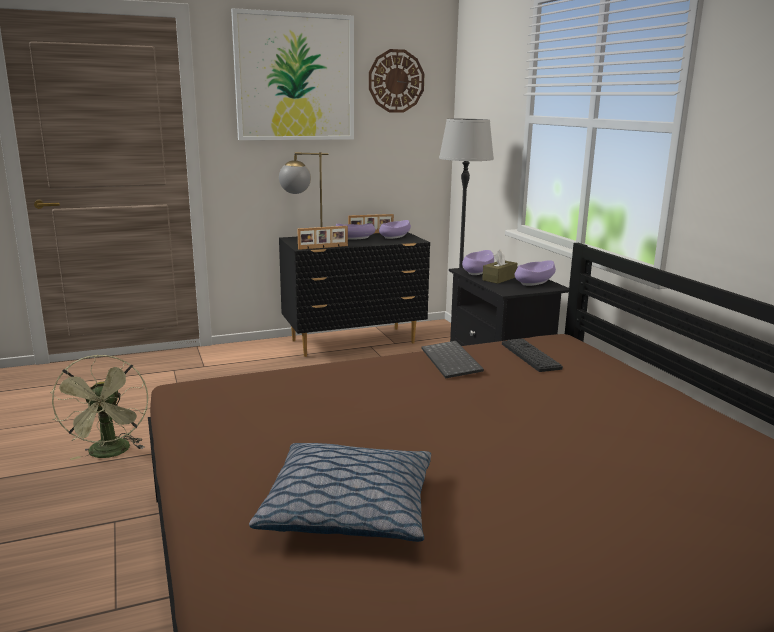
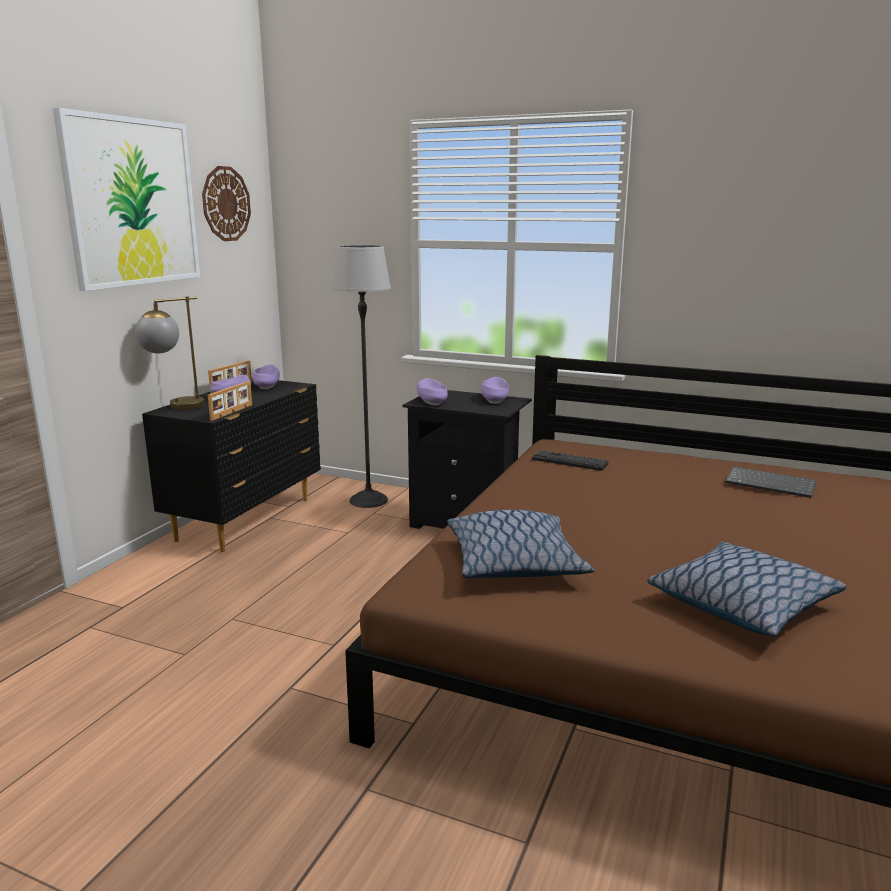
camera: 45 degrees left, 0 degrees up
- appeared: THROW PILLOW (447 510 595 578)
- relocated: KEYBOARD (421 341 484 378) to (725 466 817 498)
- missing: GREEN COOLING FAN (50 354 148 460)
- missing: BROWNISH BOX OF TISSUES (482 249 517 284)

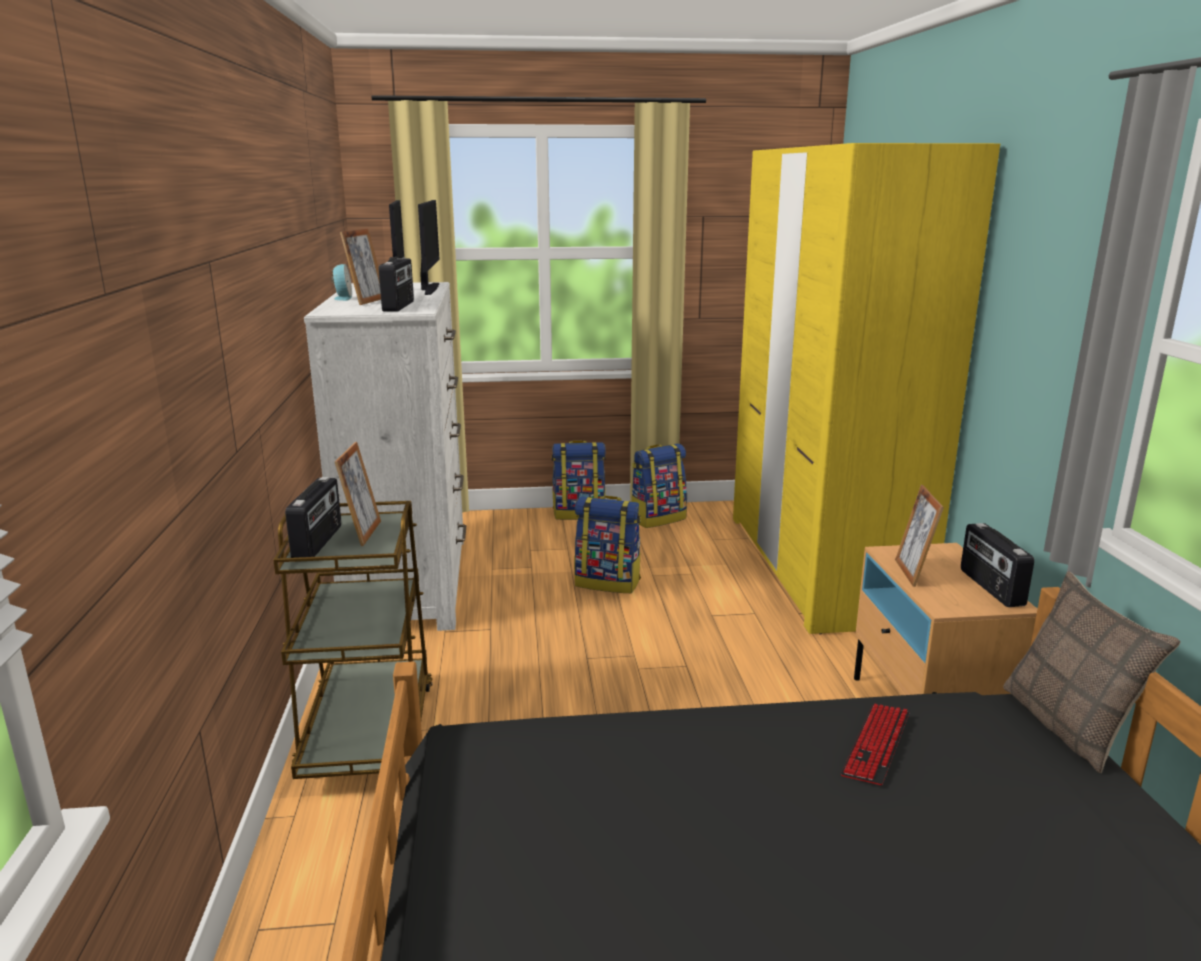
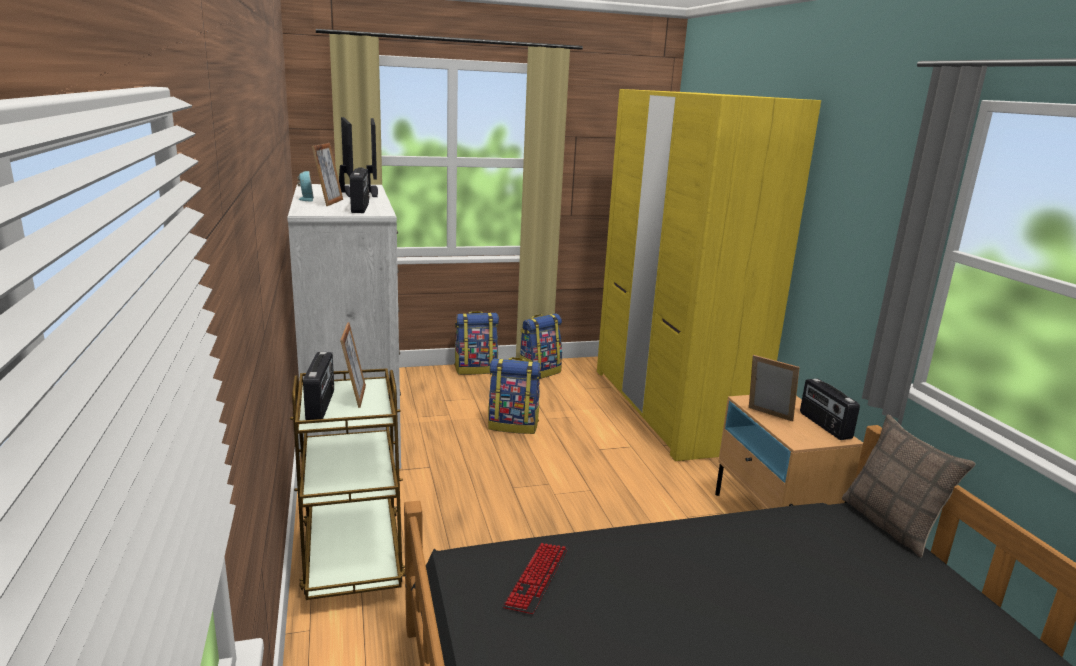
camera: 10 degrees left, 0 degrees up
- relocated: KEYBOARD (841 704 909 785) to (503 543 567 614)
- spun: PICTURE FRAME (895 485 944 587) = (749 355 800 421) 135 degrees clockwise

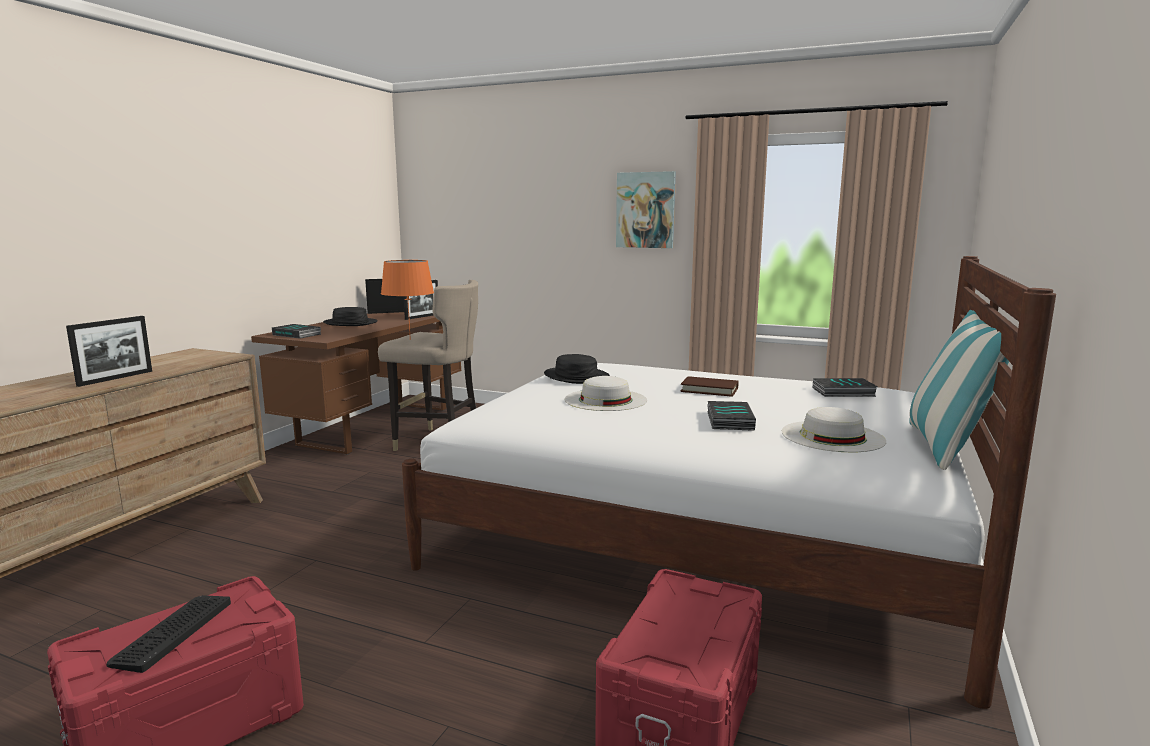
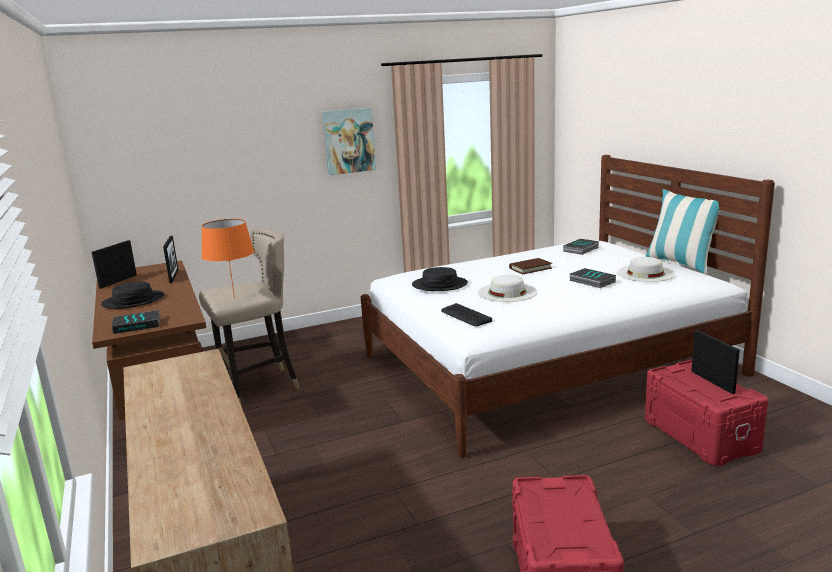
camera: 45 degrees left, 5 degrees up
- relocated: KEYBOARD (107 595 231 673) to (441 303 492 326)
- relocated: PICTURE FRAME (66 316 152 387) to (691 330 740 394)

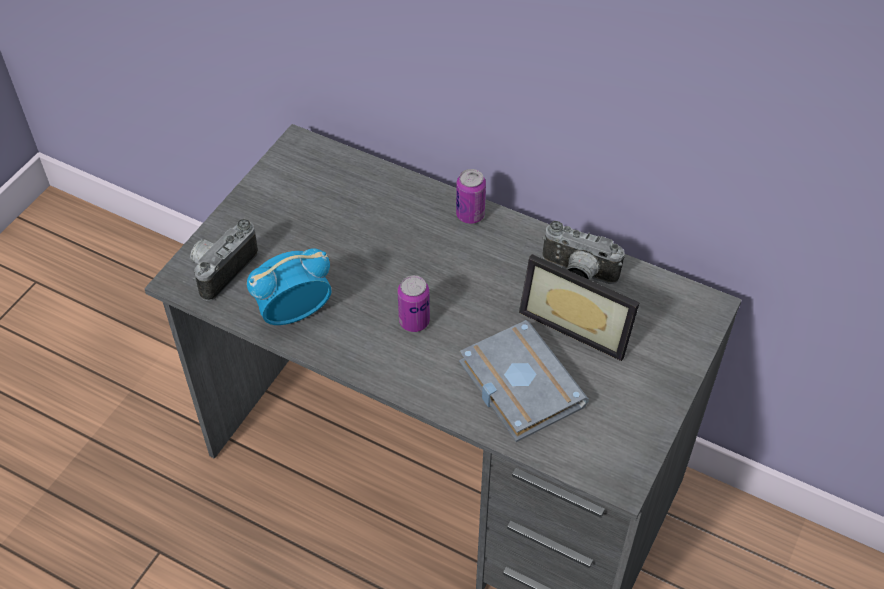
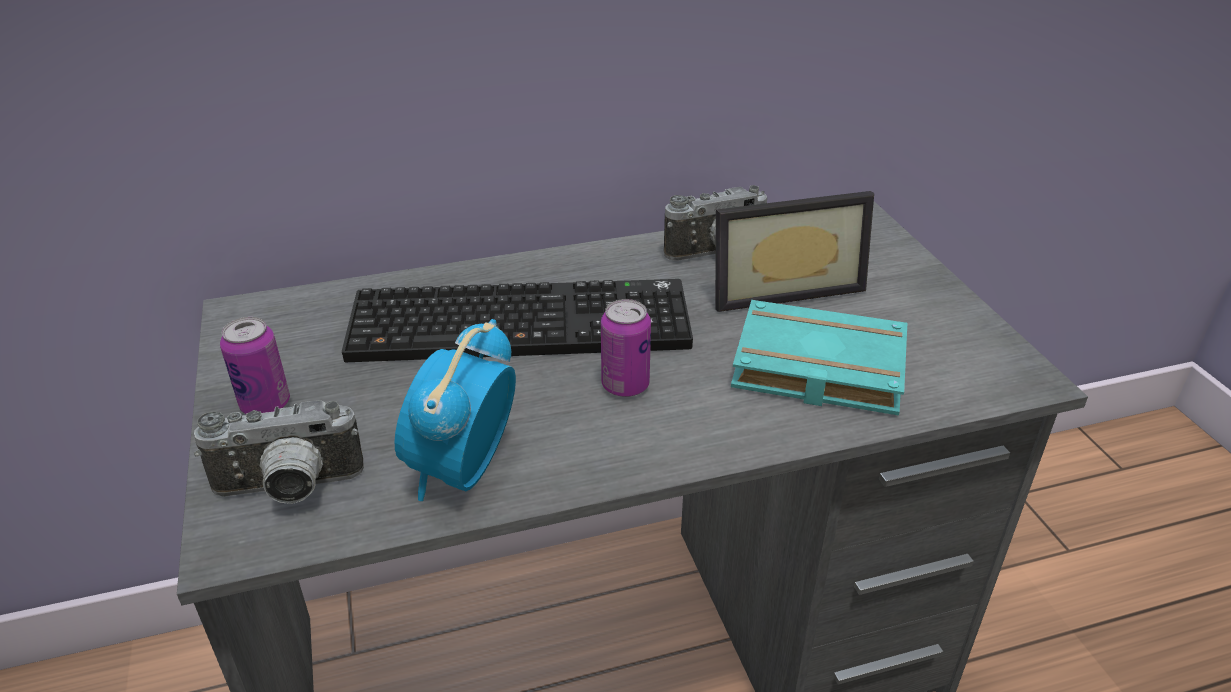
camera: 45 degrees left, 15 degrees down
- spun: STILL CAMERA (190 219 258 301) = (194 400 364 504) 90 degrees counterclockwise
- relocated: CAN (456 169 486 224) to (220 317 290 414)
- appeared: KEYBOARD (342 279 693 362)
- colour: GRAY BOUND BOOK (459 320 589 442) to TURQUOISE-COLOURED BOUND BOOK (731 300 907 416)

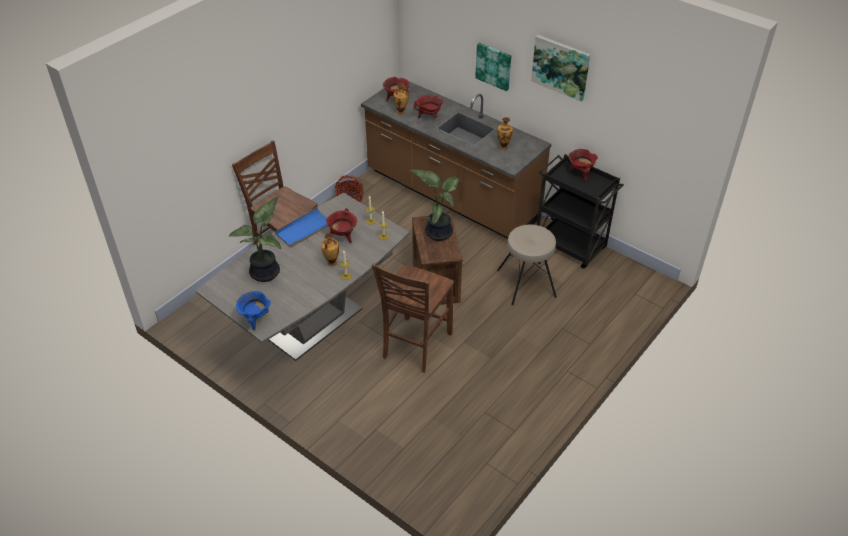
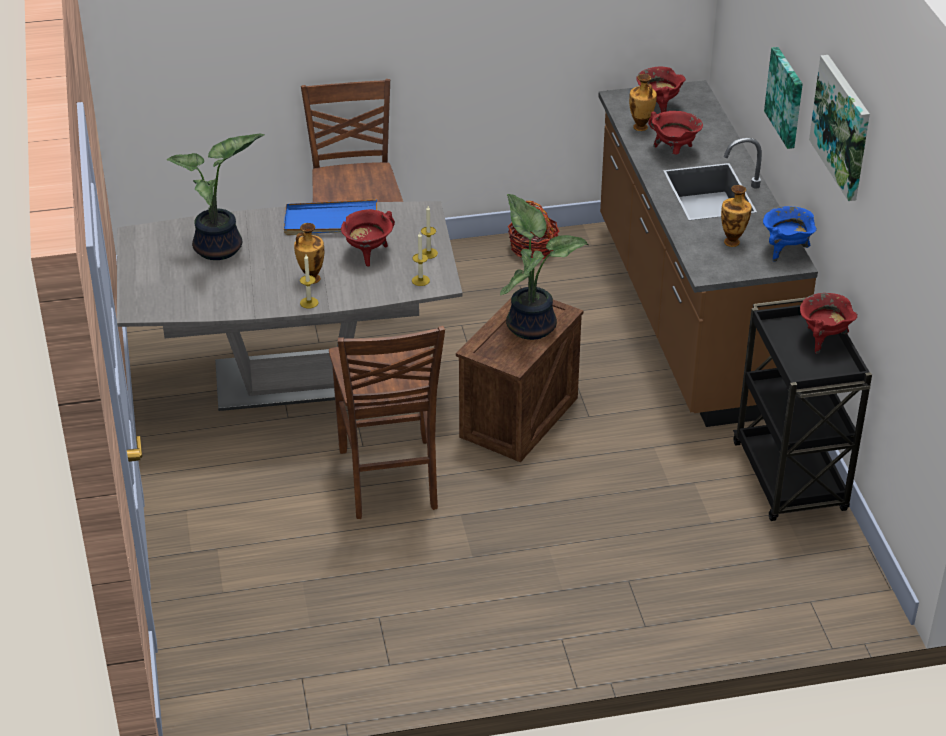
camera: 40 degrees right, 5 degrees down
- spun: BROWNISH PLAIN CHAIR (372 263 454 373) = (329 326 445 519) 75 degrees counterclockwise
- relocated: BLUE STOCKPOT (236 291 271 330) to (763 206 817 262)
- missing: SAND-COLOURED SITTING STOOL (497 225 557 305)

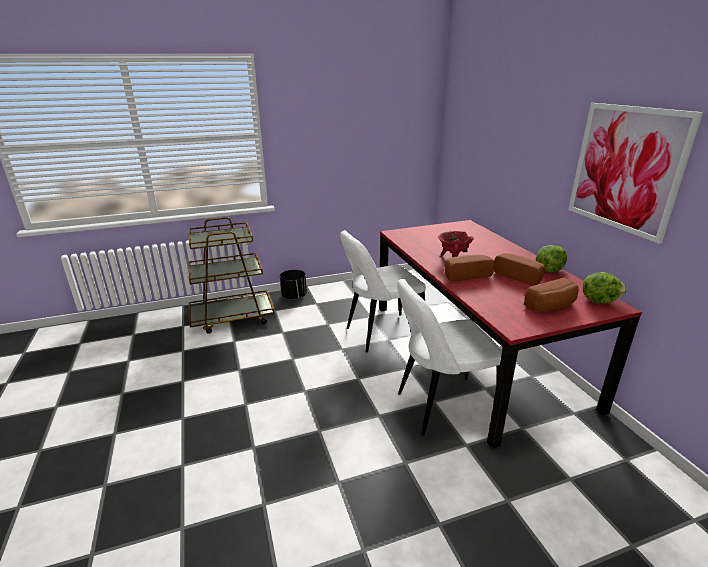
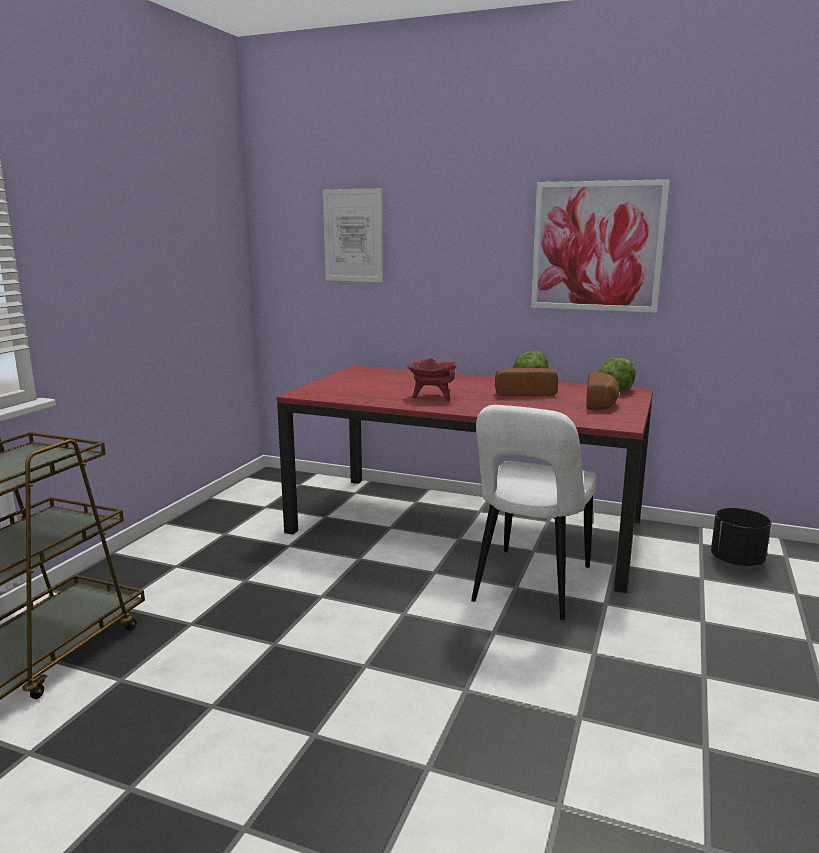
camera: 50 degrees left, 10 degrees down
- appeared: WALL ART (323 188 383 282)
- relocated: BLACK PLANTER (280 270 307 299) to (711 508 771 567)
- missing: WHITE-COLOURED PLAIN CHAIR (340 230 426 353)
- missing: BAKERY BREAD (445 255 494 281)

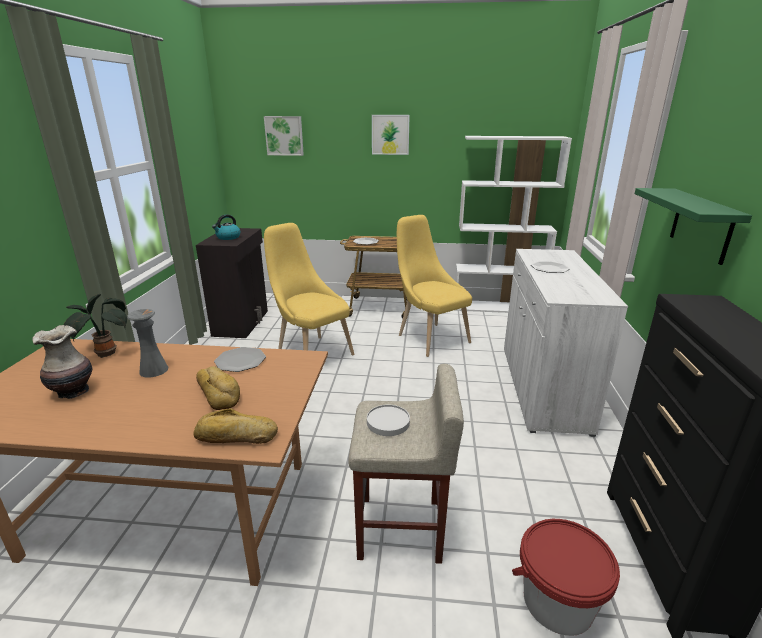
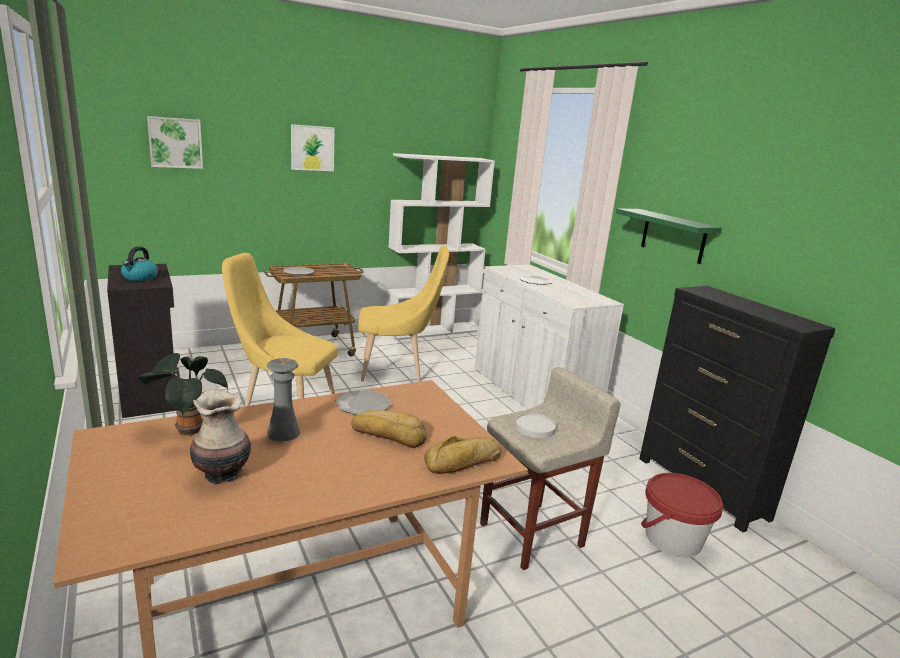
camera: 35 degrees left, 5 degrees down
- spun: YELLOW PLAIN CHAIR (397 215 472 357) = (358 245 449 382) 150 degrees clockwise

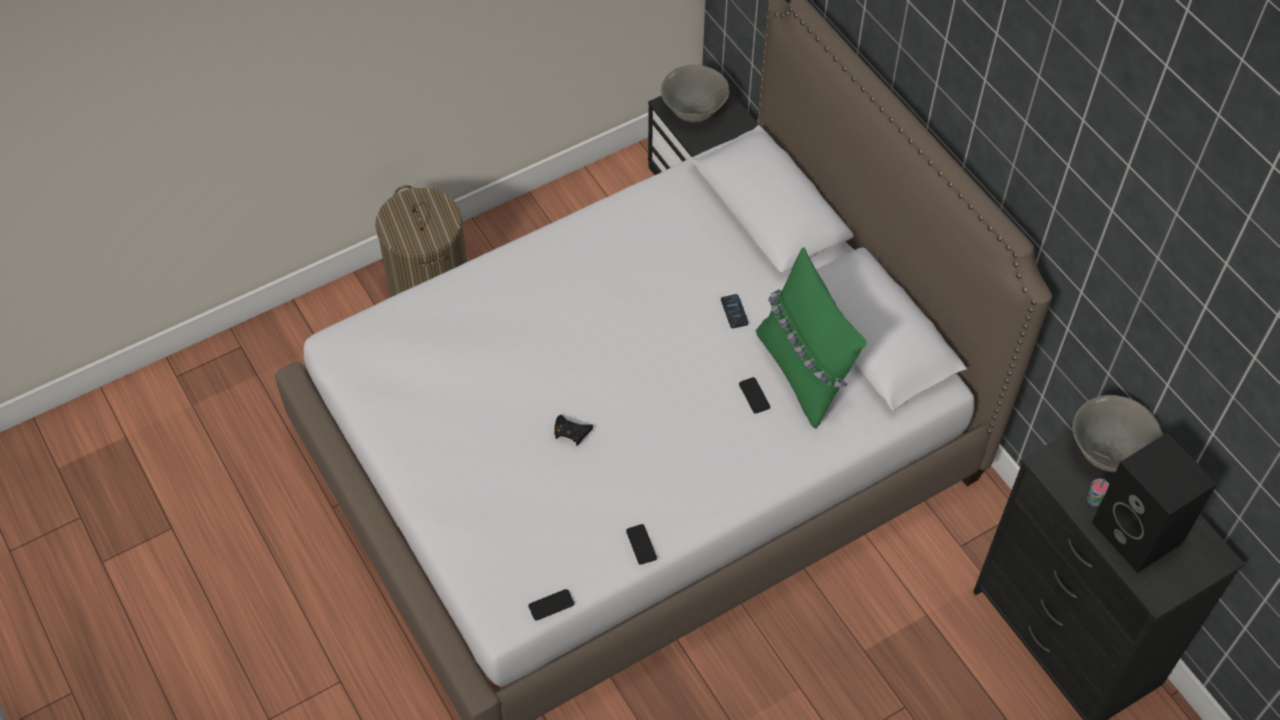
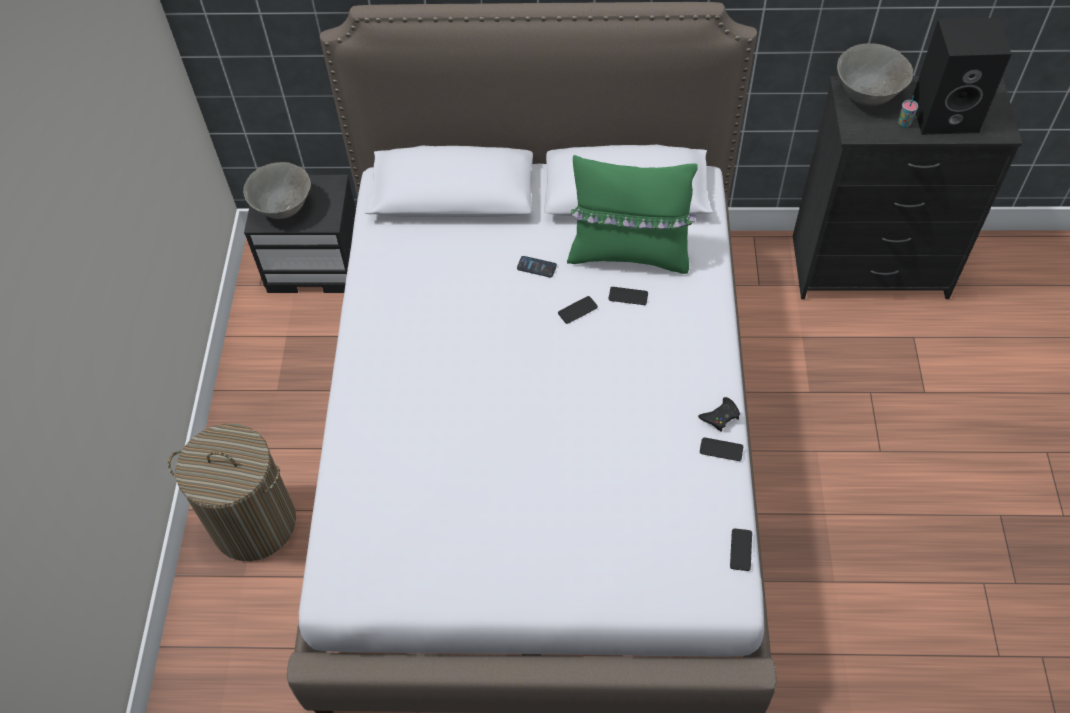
camera: 55 degrees left, 0 degrees up
- appeared: PHONE (558 296 598 324)
- relocated: BLACK JOYPAD (554 415 593 446) to (698 397 740 432)

